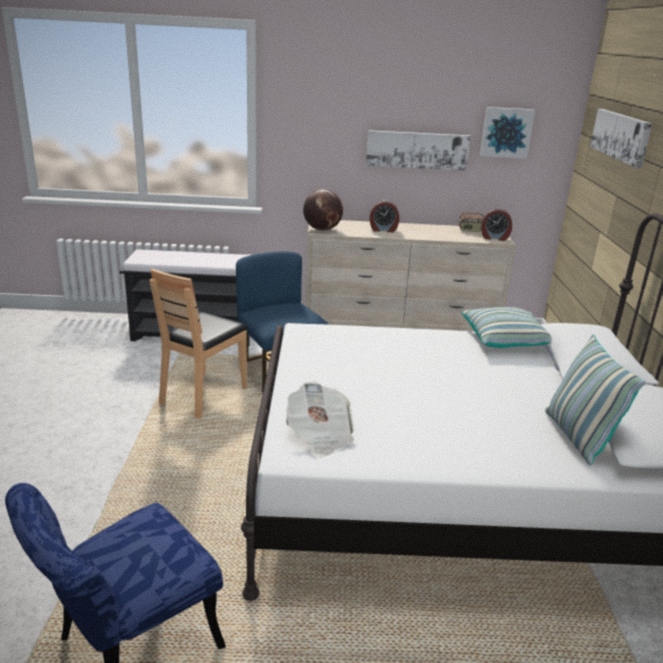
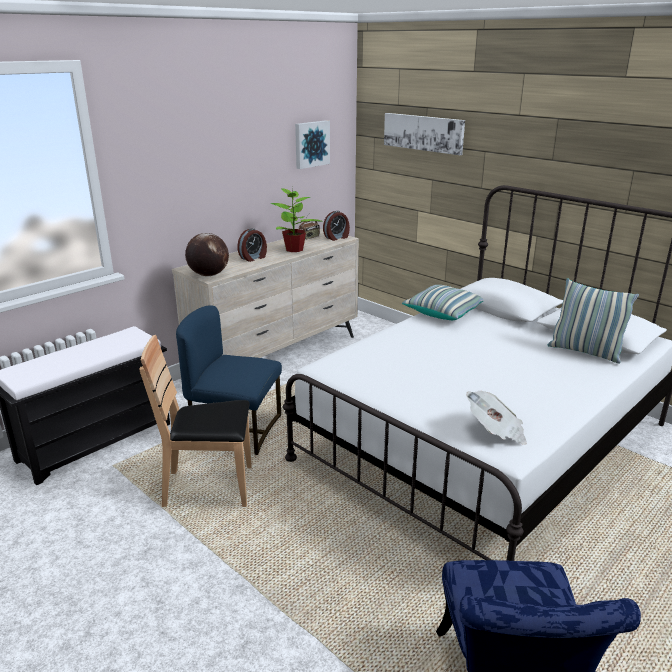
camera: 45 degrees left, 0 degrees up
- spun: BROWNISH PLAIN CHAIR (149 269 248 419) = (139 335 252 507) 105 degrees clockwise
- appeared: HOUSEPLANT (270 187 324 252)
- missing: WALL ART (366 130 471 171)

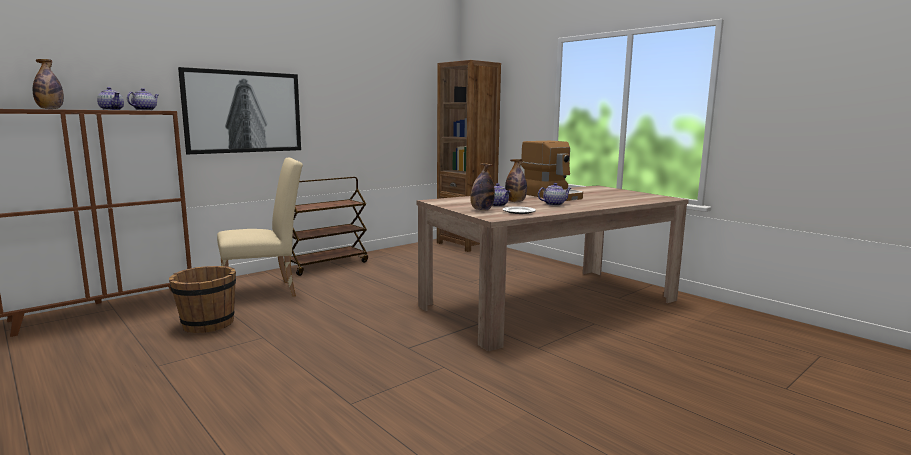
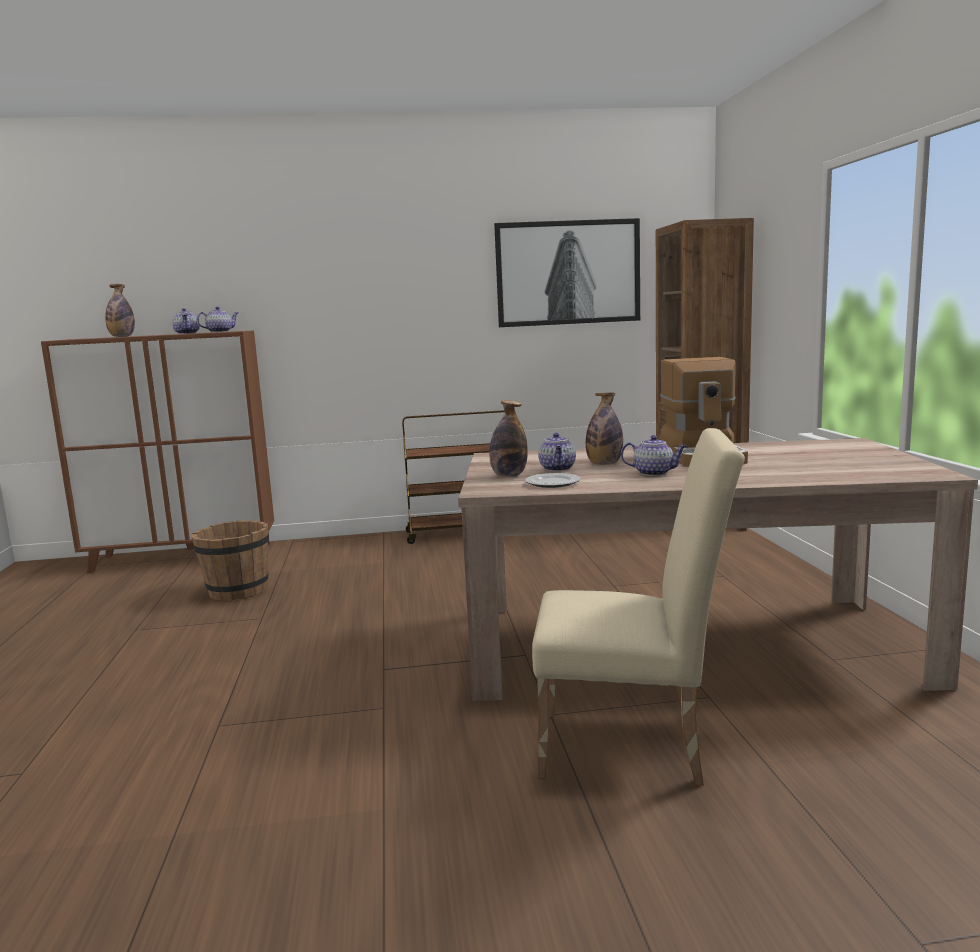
camera: 35 degrees right, 0 degrees up
- relocated: WALL ART (178 67 301 154) to (494 218 640 327)
- relocated: SAND-COLOURED PLAIN CHAIR (217 158 303 296) to (532 428 745 786)

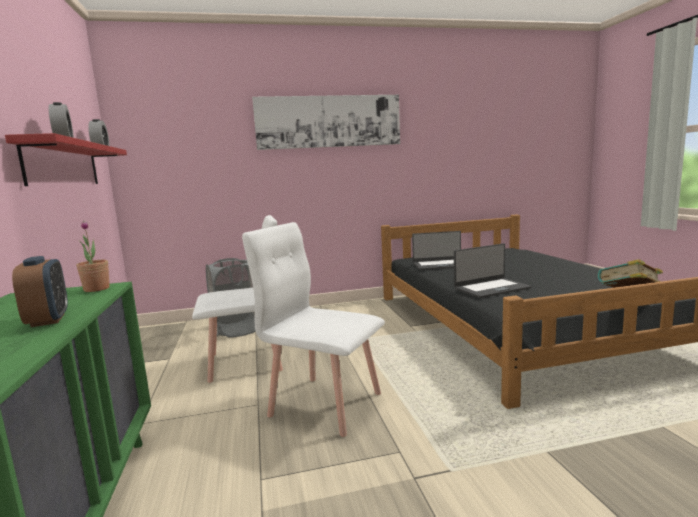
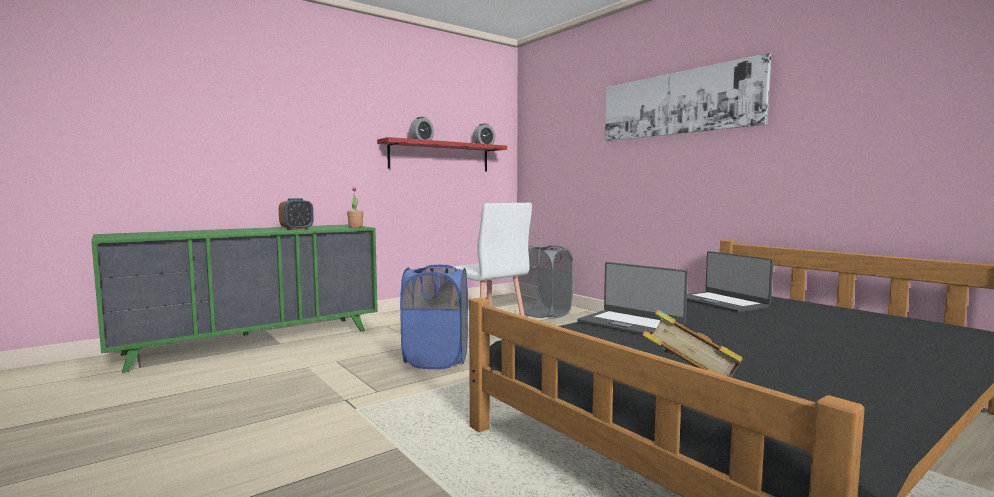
camera: 65 degrees right, 5 degrees down
- exchanged: WHITE-COLOURED PLAIN CHAIR (242 222 385 437) to BLUE LAUNDRY BASKET (400 265 468 369)

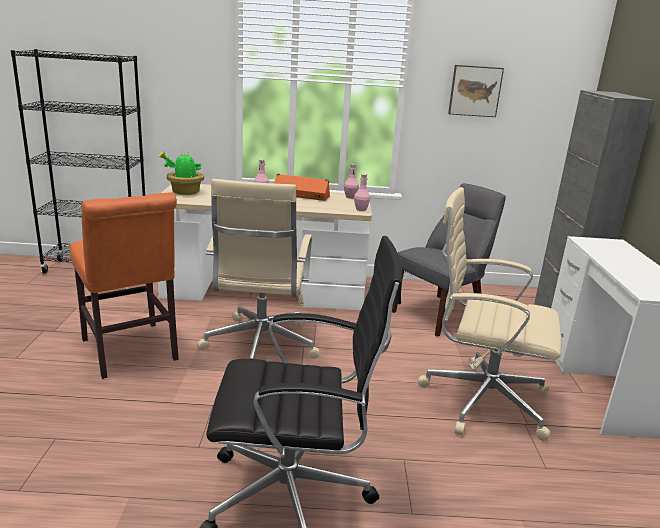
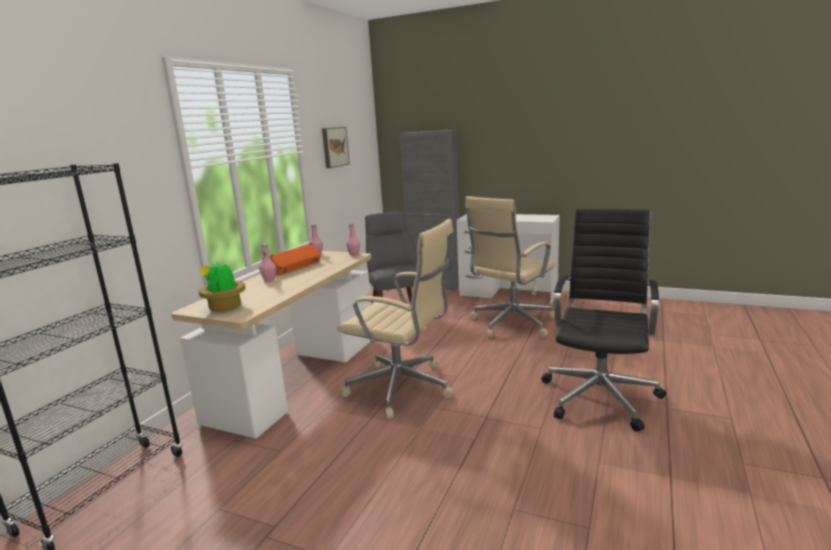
camera: 65 degrees left, 5 degrees down
- missing: ORANGE-COLOURED PLAIN CHAIR (70 193 179 379)

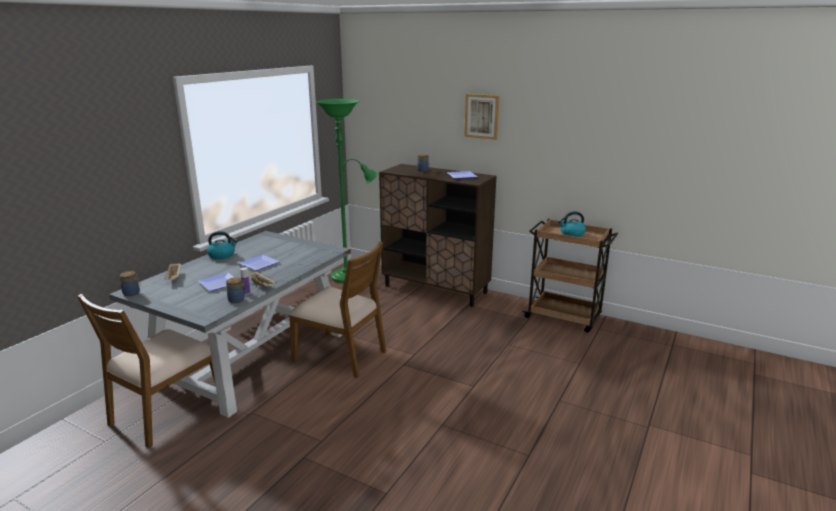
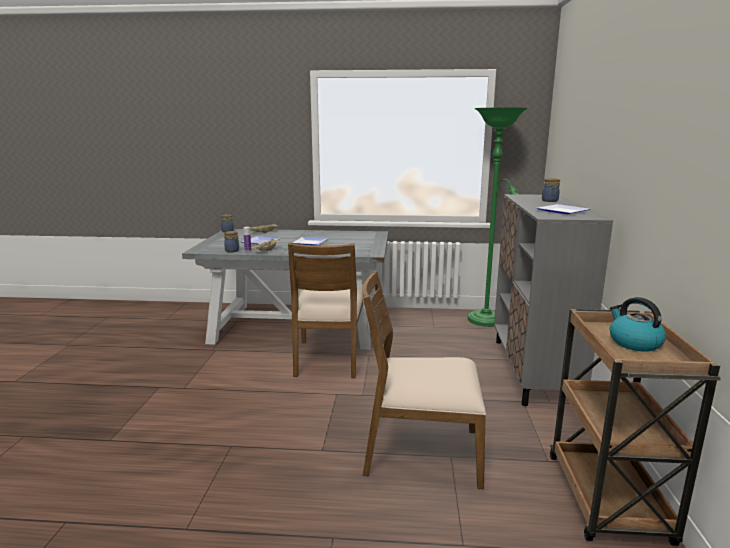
camera: 65 degrees right, 5 degrees down
- relocated: BROWNISH PLAIN CHAIR (77 294 216 448) to (362 271 486 489)
- colour: BROWNISH CUPBOARD (379 164 497 307) to GRAY CUPBOARD (494 194 613 406)
- missing: TEA KETTLE (207 231 238 259)
- missing: WALL ART (464 94 500 140)

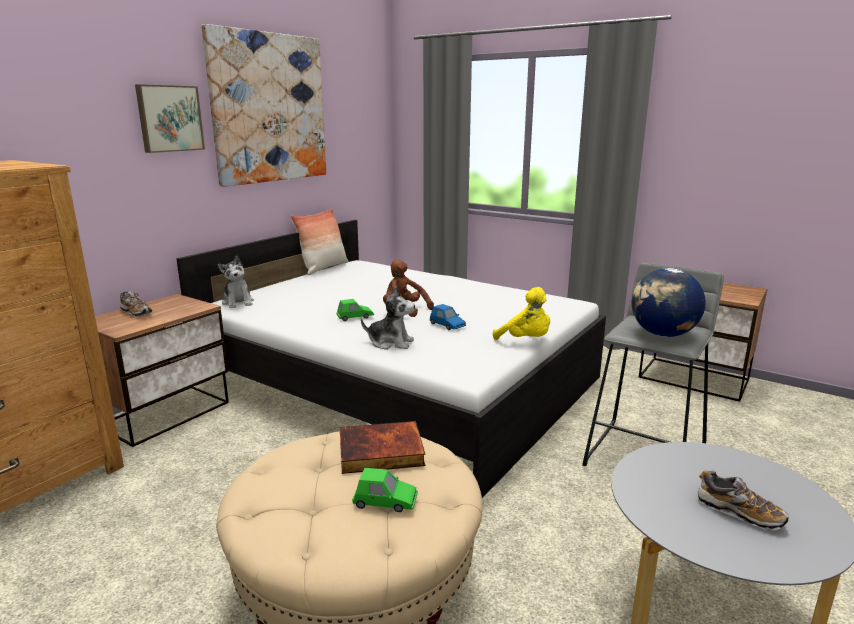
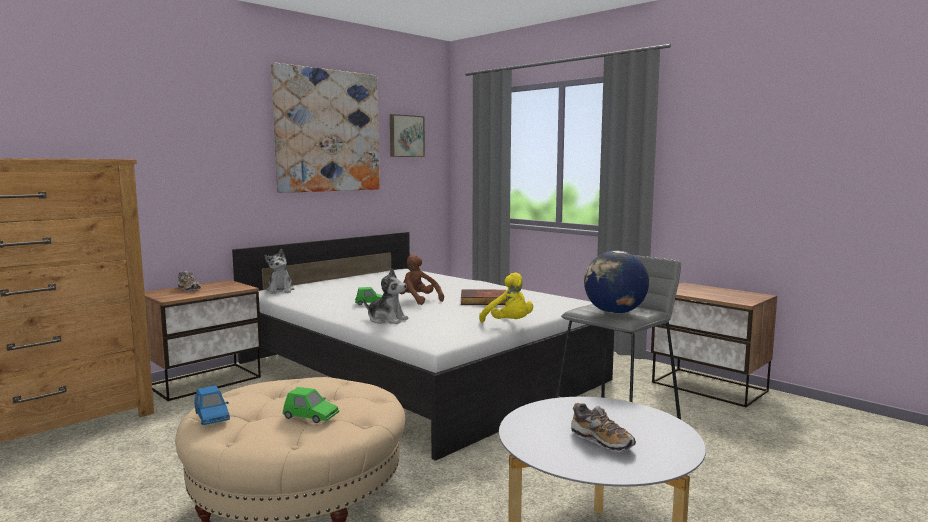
camera: 10 degrees right, 10 degrees down
- relocated: BLUE MINIATURE CAR (430 304 466 330) to (194 385 230 425)
- relocated: WALL ART (135 84 205 153) to (390 114 425 157)
- relocated: BOUND BOOK (340 421 425 474) to (461 290 506 305)
- missing: THROW PILLOW (291 209 349 276)

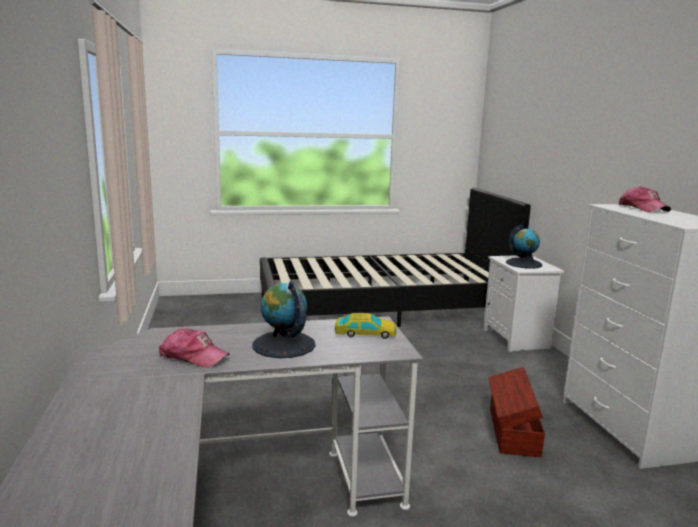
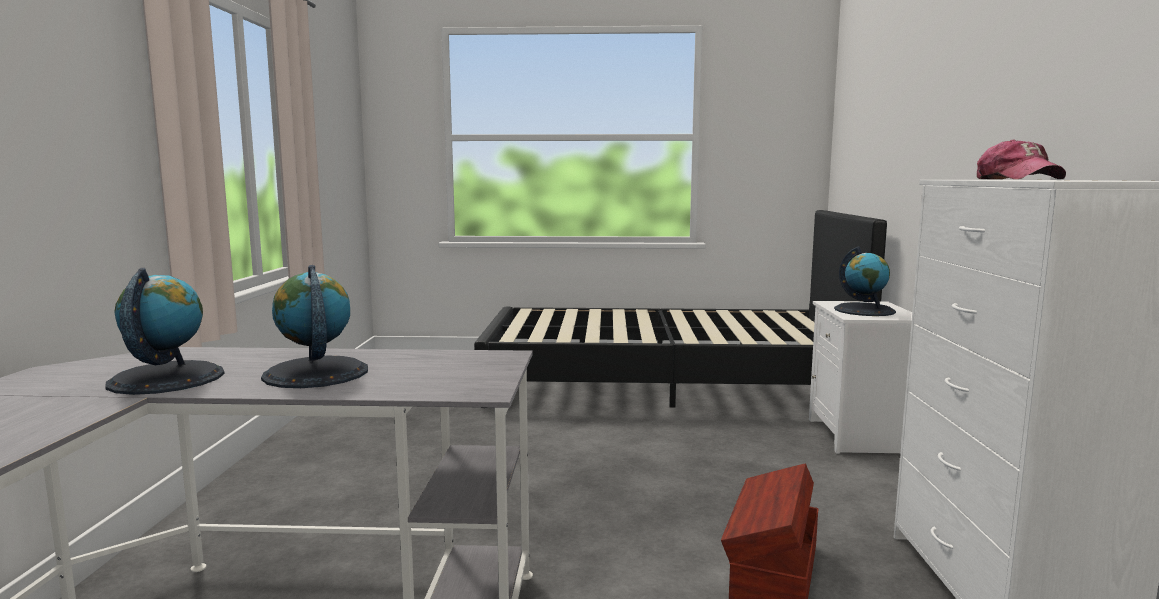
camera: 15 degrees right, 5 degrees down
- exchanged: BASEBALL CAP (159 328 230 368) to DESK GLOBE (105 268 225 395)
- missing: MINIATURE CAR (335 313 396 339)

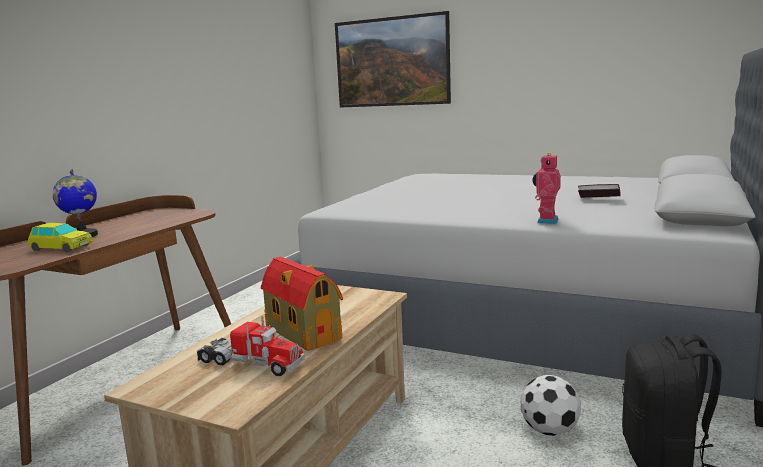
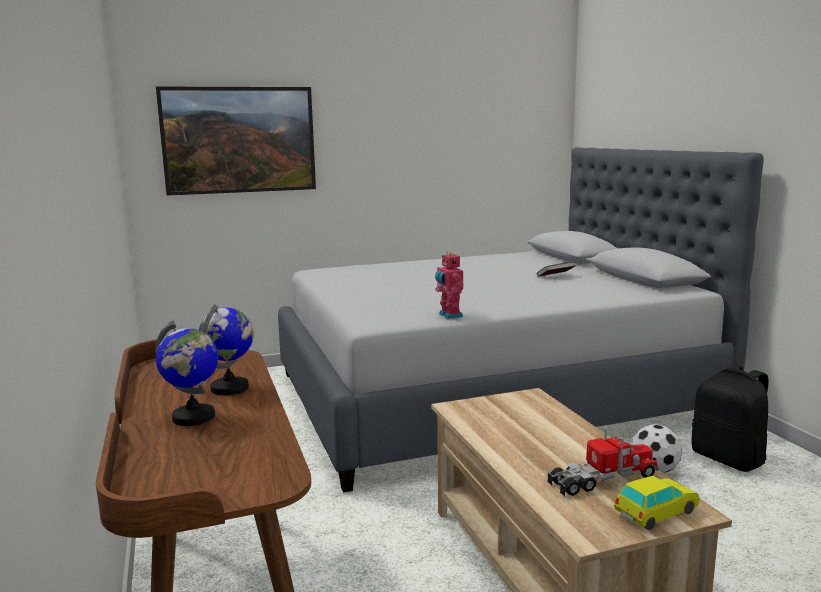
camera: 45 degrees left, 0 degrees up
- appeared: DESK GLOBE (199 304 254 395)
- relocated: ROBOT FIGURE (532 152 561 224) to (435 252 463 319)
- relocated: MINIATURE CAR (28 223 93 252) to (614 476 699 530)
- missing: TOY HOUSE (261 257 343 351)

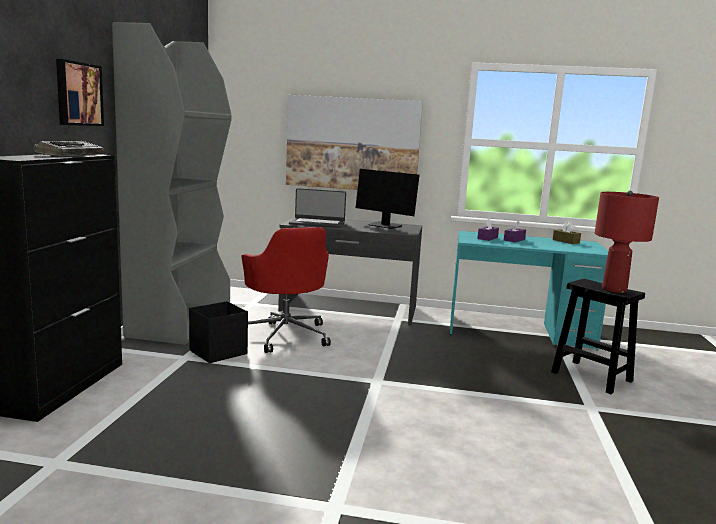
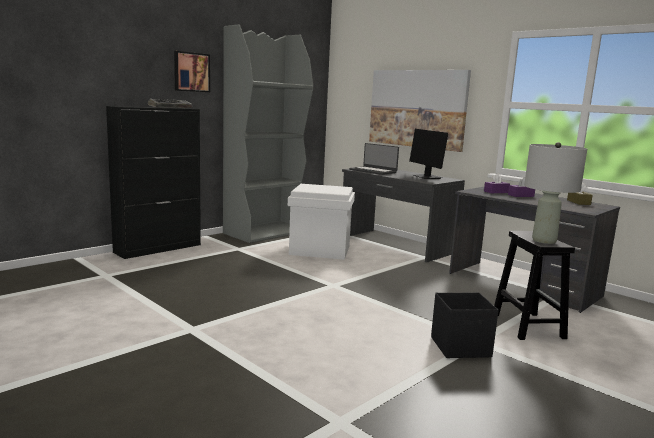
camera: 35 degrees right, 0 degrees up
- exchanged: RED OFFICE CHAIR (241 227 331 353) to WHITE-COLOURED STORAGE CONTAINER (288 184 355 260)
- relocated: BLACK STORAGE CONTAINER (189 301 248 363) to (431 293 498 358)
- colour: TURQUOISE-COLOURED DESK UNIT (450 231 608 350) to GRAY DESK UNIT (449 187 620 313)
- colour: RED TABLETOP LAMP (595 190 659 293) to GRAY TABLETOP LAMP (524 142 587 244)

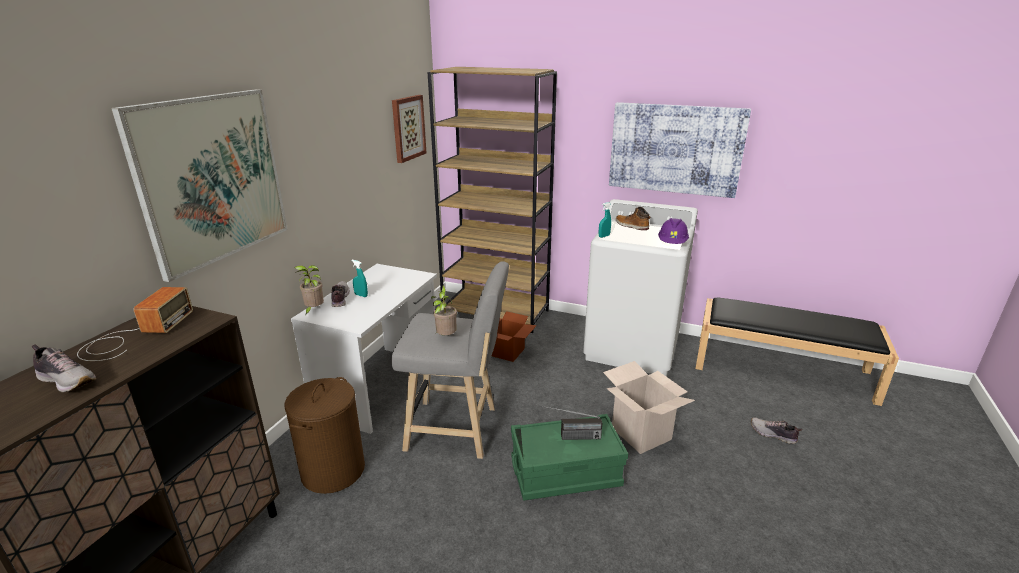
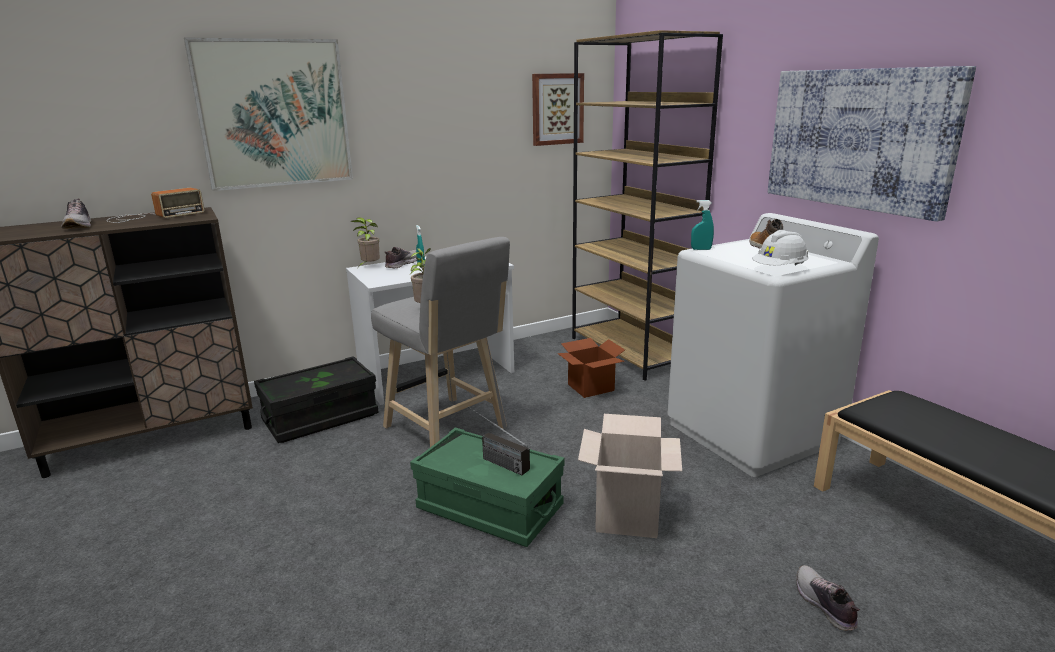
camera: 40 degrees right, 5 degrees down
- exchanged: BROWNISH LAUNDRY BASKET (284 377 365 494) to BLACK STORAGE CONTAINER (254 356 379 443)
- colour: PURPLISH WORK HELMET (658 218 689 244) to WHITE-COLOURED WORK HELMET (752 230 809 265)

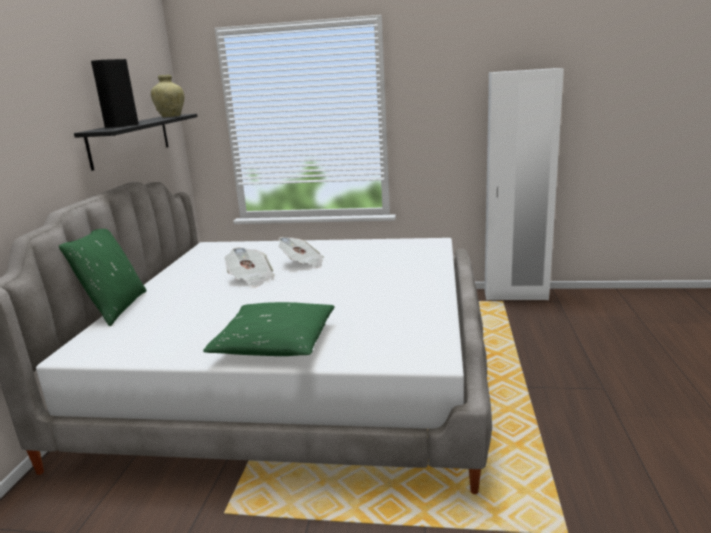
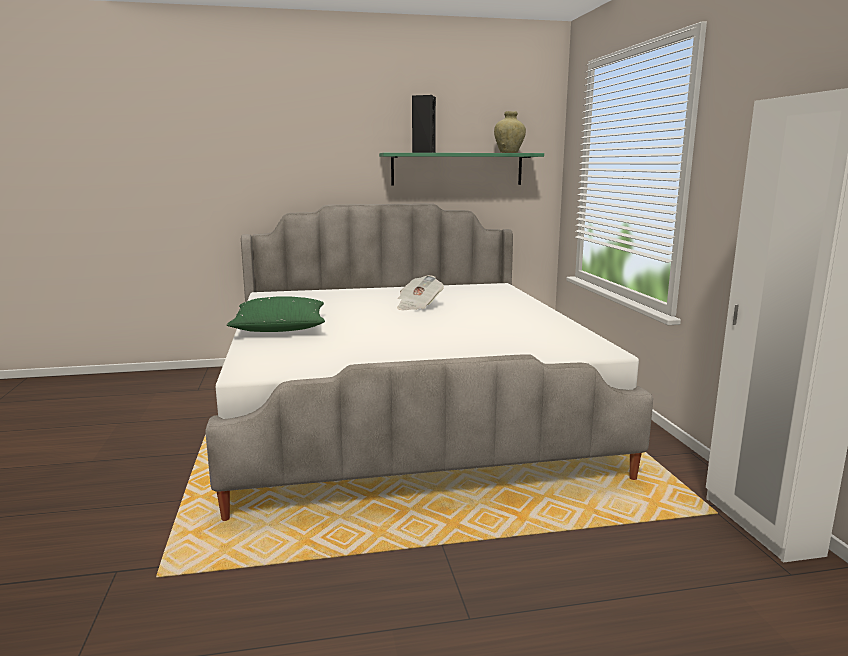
camera: 70 degrees right, 5 degrees down
- colour: BLACK BRACKET SHELF (74 114 198 171) to GREEN BRACKET SHELF (379 153 544 186)
- missing: GREEN THROW PILLOW (59 229 147 326)
- missing: PRINTED PAPER (279 237 324 268)

